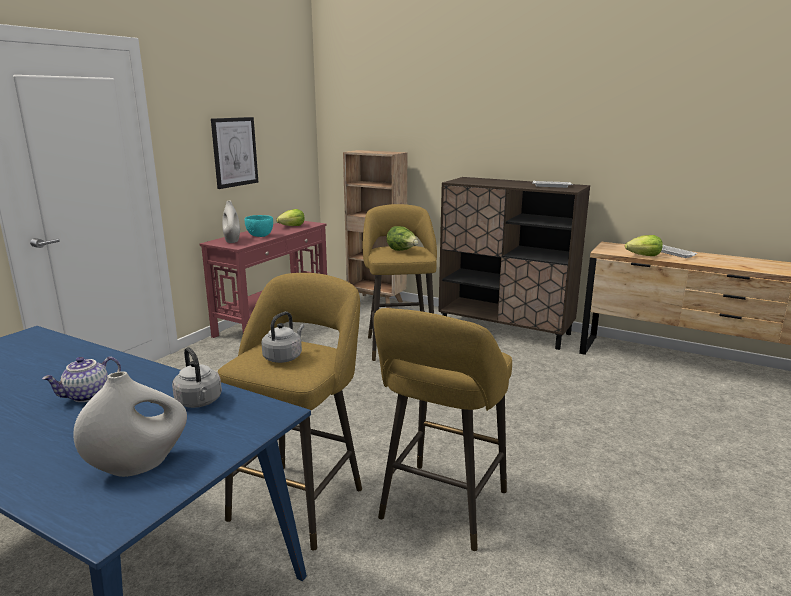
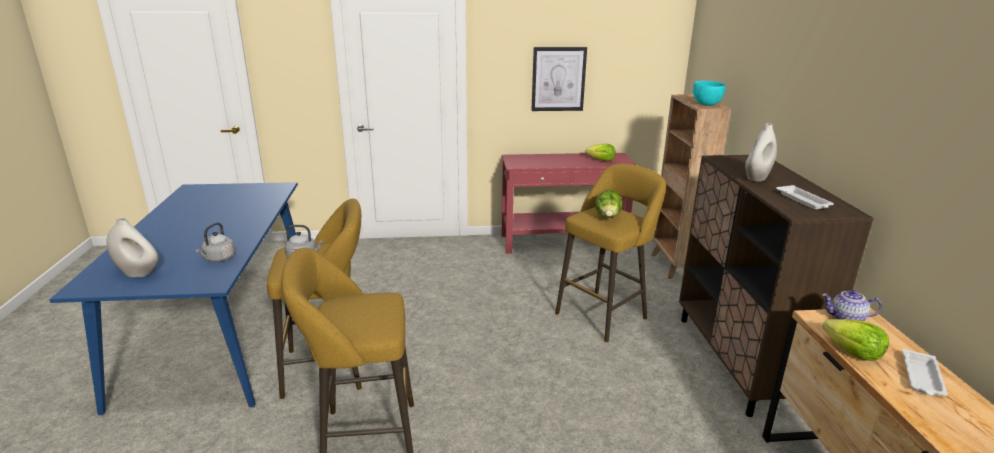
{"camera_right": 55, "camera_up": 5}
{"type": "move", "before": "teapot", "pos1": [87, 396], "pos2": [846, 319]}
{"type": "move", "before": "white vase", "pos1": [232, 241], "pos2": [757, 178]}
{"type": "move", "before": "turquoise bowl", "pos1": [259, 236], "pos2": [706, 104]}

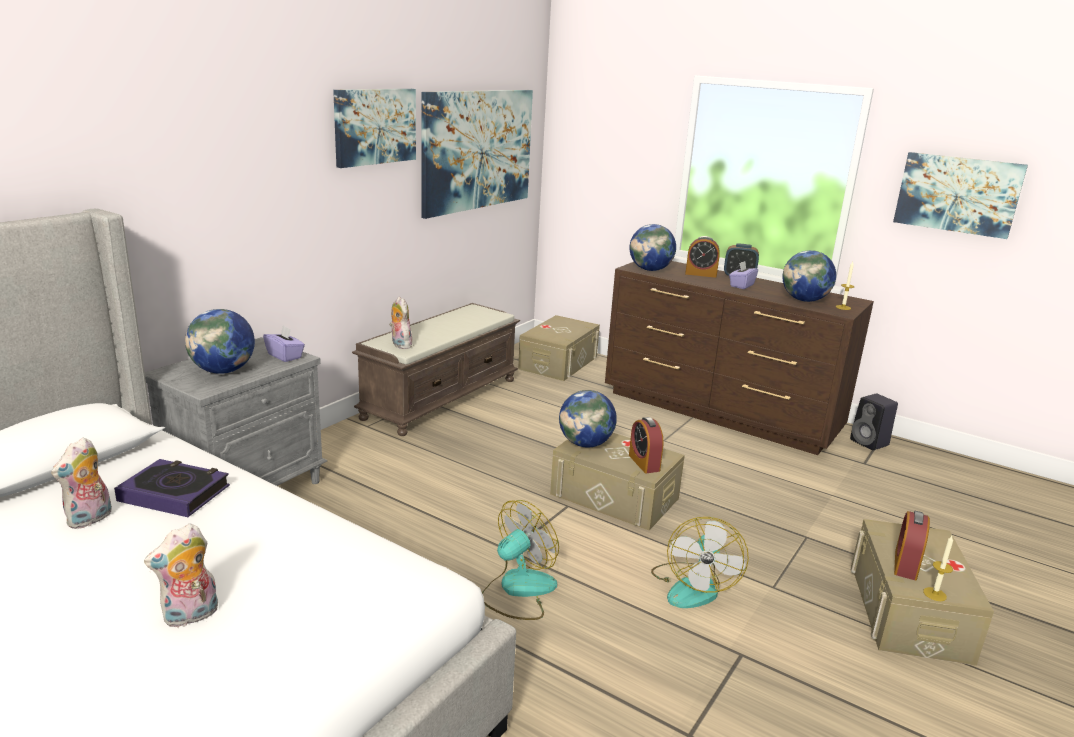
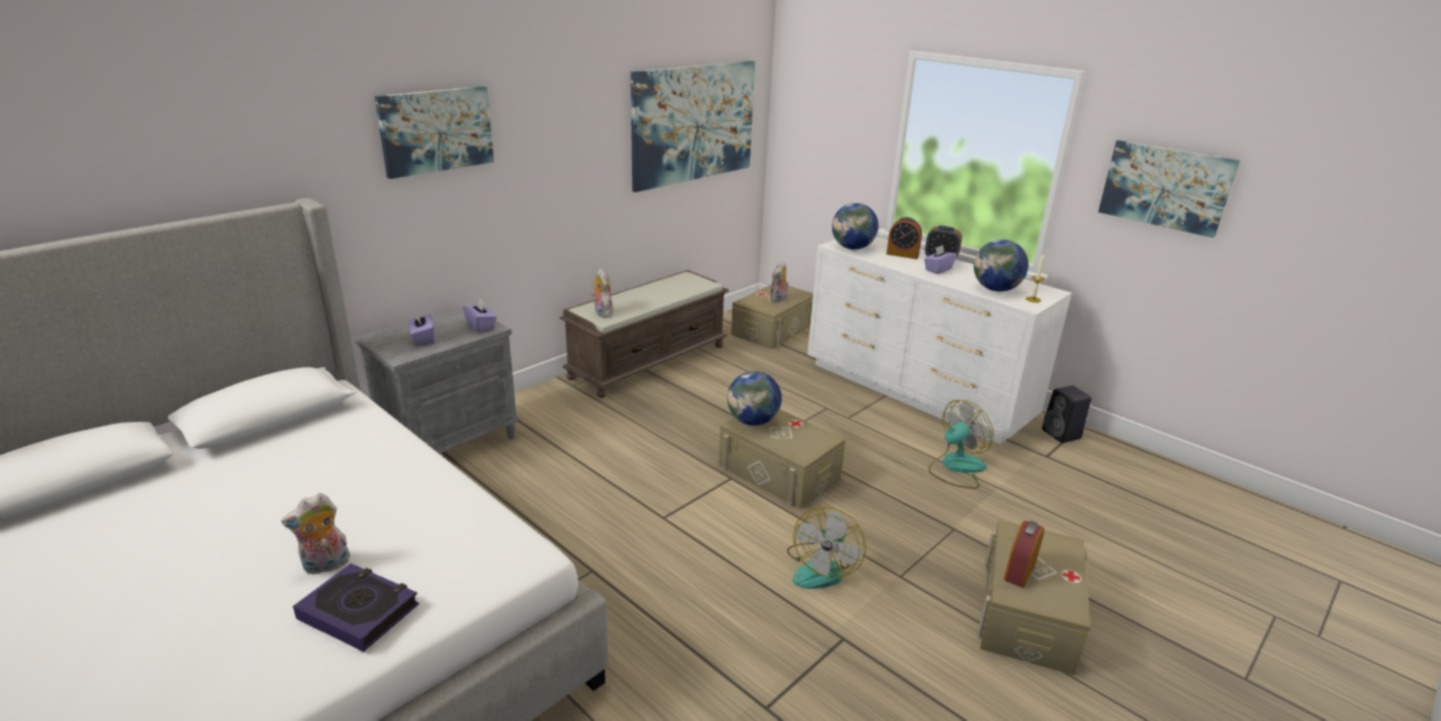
{"camera_right": 10, "camera_up": 5}
{"type": "move", "before": "plush toy", "pos1": [90, 519], "pos2": [779, 300]}
{"type": "move", "before": "book", "pos1": [174, 493], "pos2": [359, 611]}
{"type": "replace", "before": "globe", "after": "purple tissue box", "pos1": [223, 371], "pos2": [423, 339]}
{"type": "move", "before": "picture", "pos1": [375, 126], "pos2": [436, 130]}
{"type": "move", "before": "fan", "pos1": [518, 590], "pos2": [956, 468]}
{"type": "recolor", "before": "brown dresser", "after": "white dresser", "pos1": [720, 412], "pos2": [917, 392]}
{"type": "delete", "before": "alarm clock", "pos1": [644, 463]}
{"type": "delete", "before": "candle", "pos1": [934, 594]}

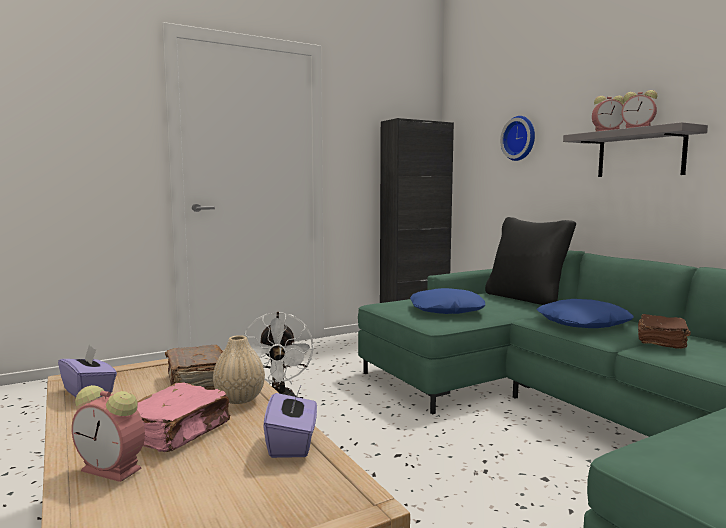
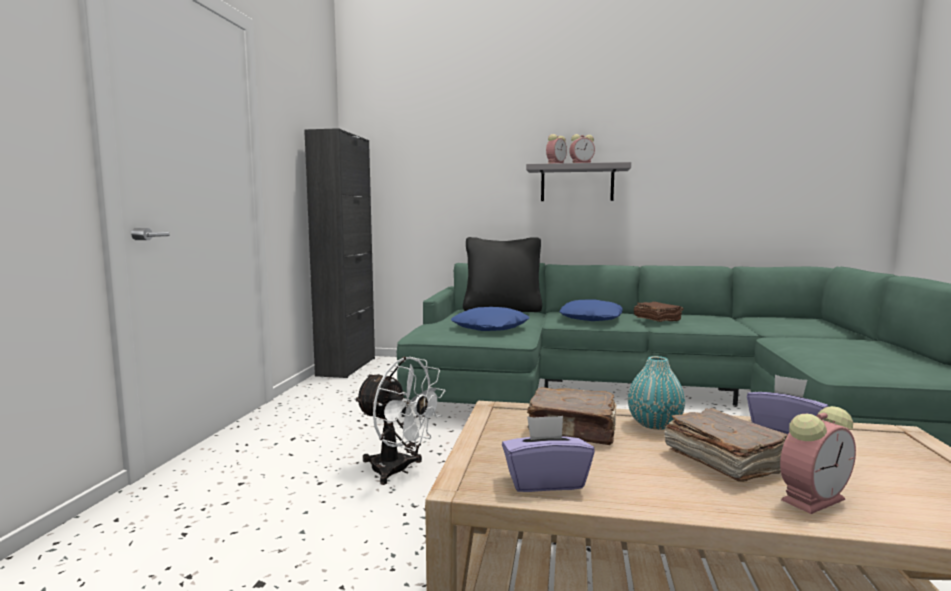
{"camera_right": -50, "camera_up": 0}
{"type": "recolor", "before": "pink book", "after": "brown book", "pos1": [179, 432], "pos2": [723, 461]}
{"type": "recolor", "before": "beige vase", "after": "turquoise vase", "pos1": [240, 398], "pos2": [654, 424]}
{"type": "delete", "before": "wall clock", "pos1": [520, 138]}

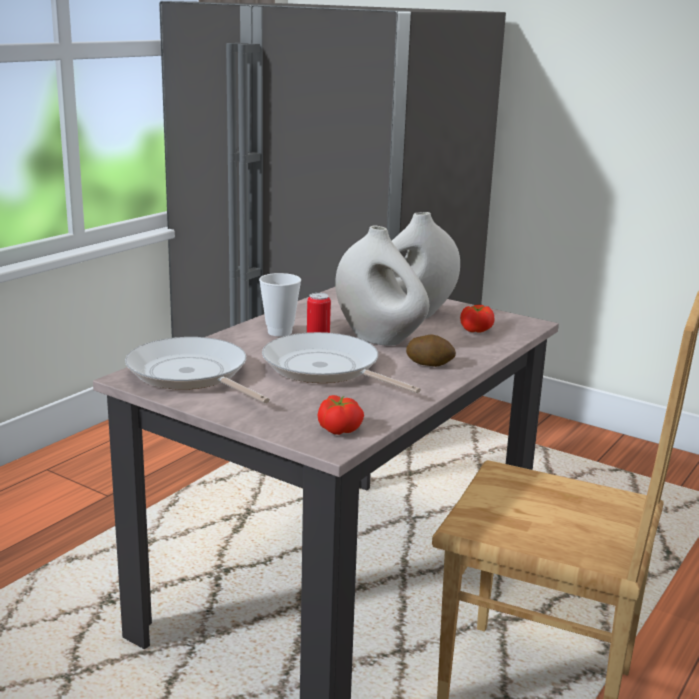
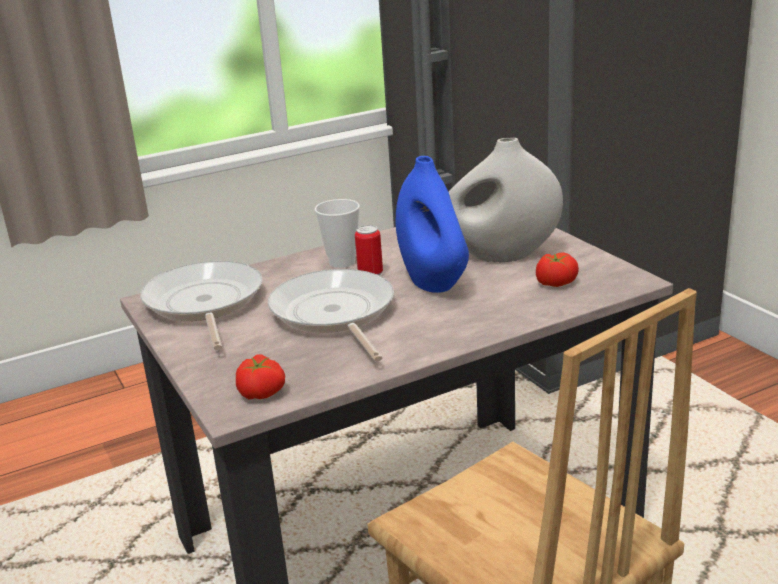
{"camera_right": 30, "camera_up": 5}
{"type": "recolor", "before": "white vase", "after": "blue vase", "pos1": [379, 338], "pos2": [433, 282]}
{"type": "delete", "before": "potato", "pos1": [430, 364]}

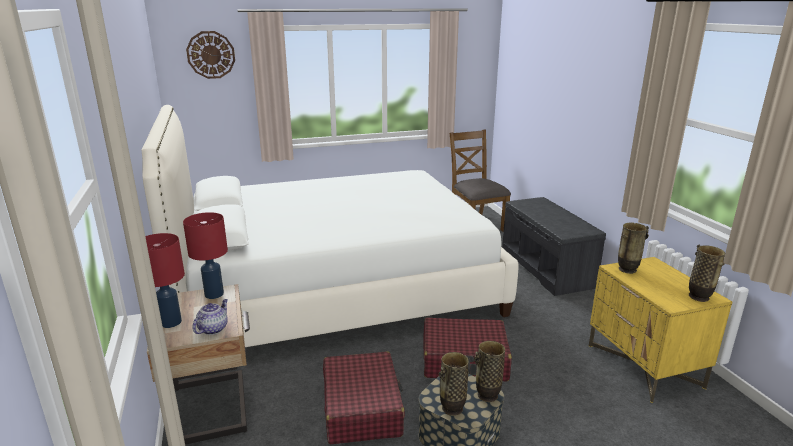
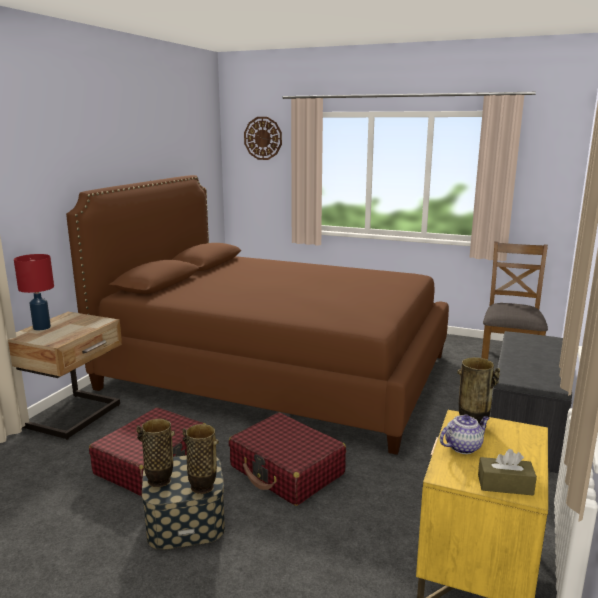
{"camera_right": 40, "camera_up": -5}
{"type": "recolor", "before": "white bed", "after": "brown bed", "pos1": [334, 288], "pos2": [276, 371]}
{"type": "delete", "before": "red table lamp", "pos1": [215, 294]}
{"type": "move", "before": "teapot", "pos1": [213, 328], "pos2": [463, 447]}
{"type": "replace", "before": "vase", "after": "brown tissue box", "pos1": [699, 297], "pos2": [505, 485]}

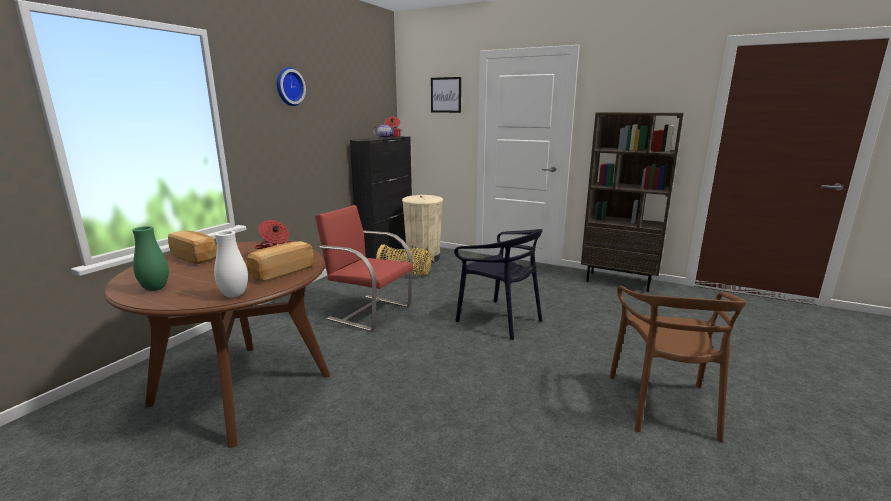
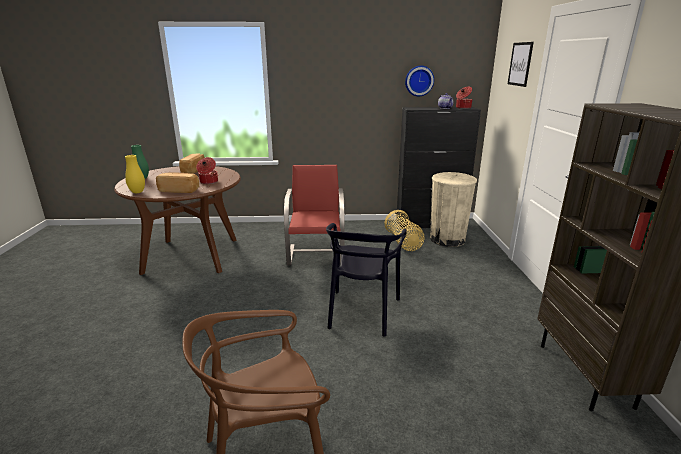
{"camera_right": 60, "camera_up": 5}
{"type": "recolor", "before": "white vase", "after": "yellow vase", "pos1": [234, 295], "pos2": [137, 192]}
{"type": "move", "before": "wall clock", "pos1": [288, 86], "pos2": [419, 81]}

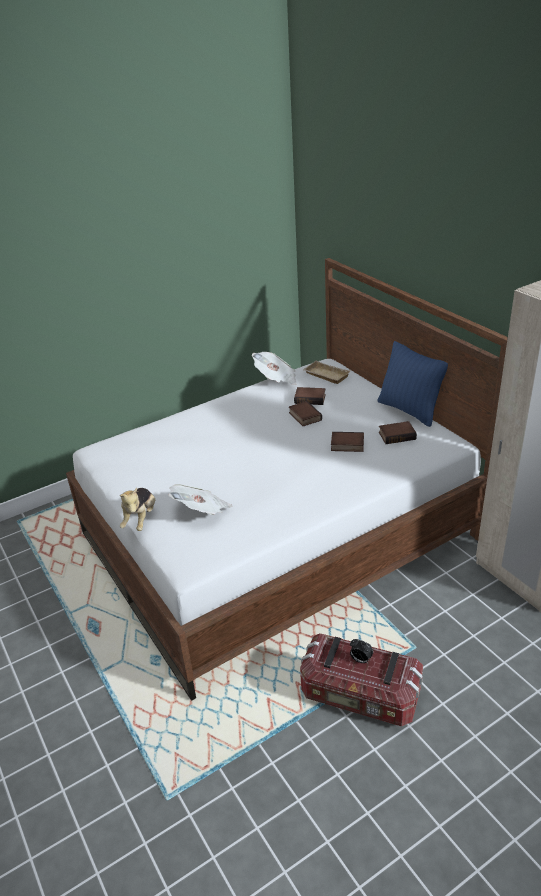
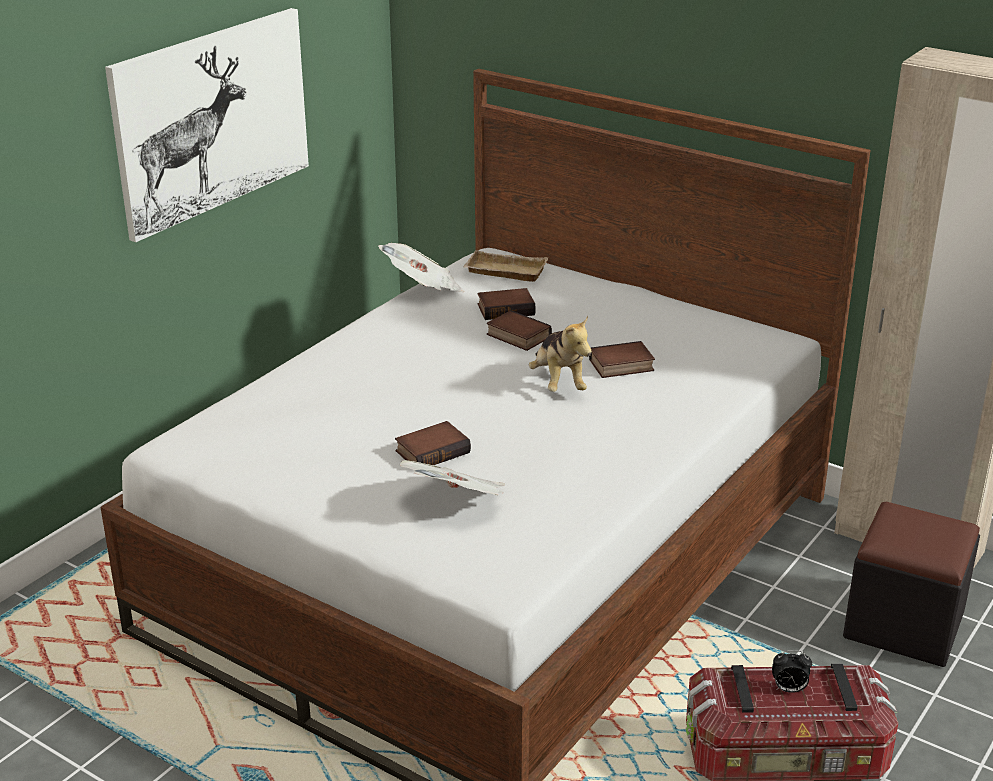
{"camera_right": -25, "camera_up": -5}
{"type": "move", "before": "plush toy", "pos1": [140, 519], "pos2": [558, 383]}
{"type": "delete", "before": "blue pillow", "pos1": [409, 410]}
{"type": "move", "before": "book", "pos1": [397, 435], "pos2": [432, 451]}
{"type": "insert", "after": "picture", "pos2": [212, 120]}
{"type": "insert", "after": "black ottoman", "pos2": [904, 624]}

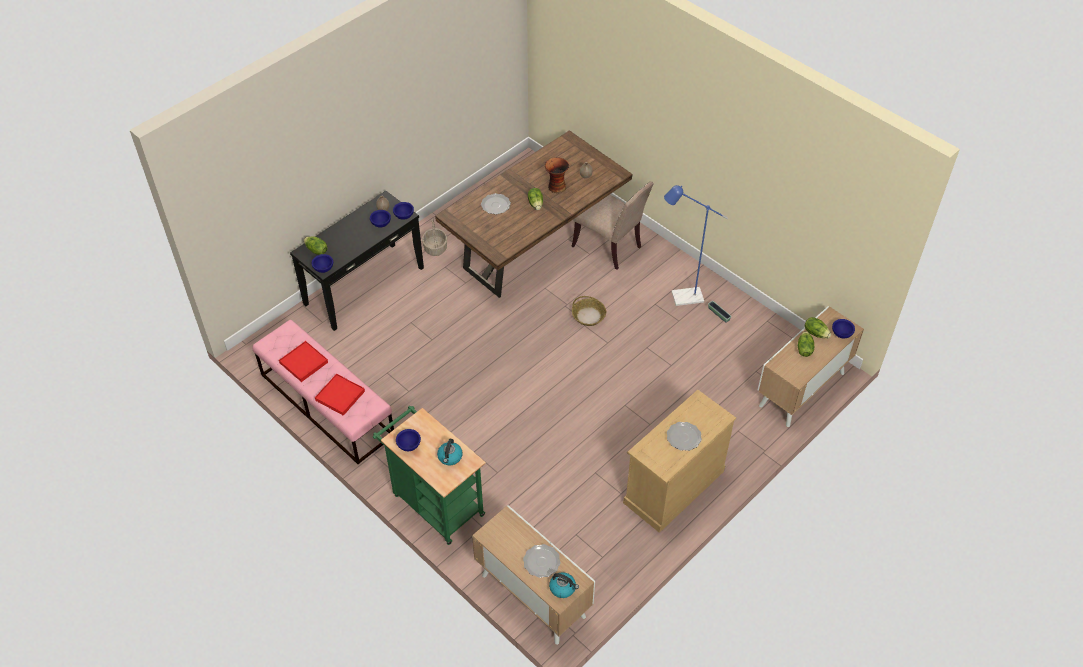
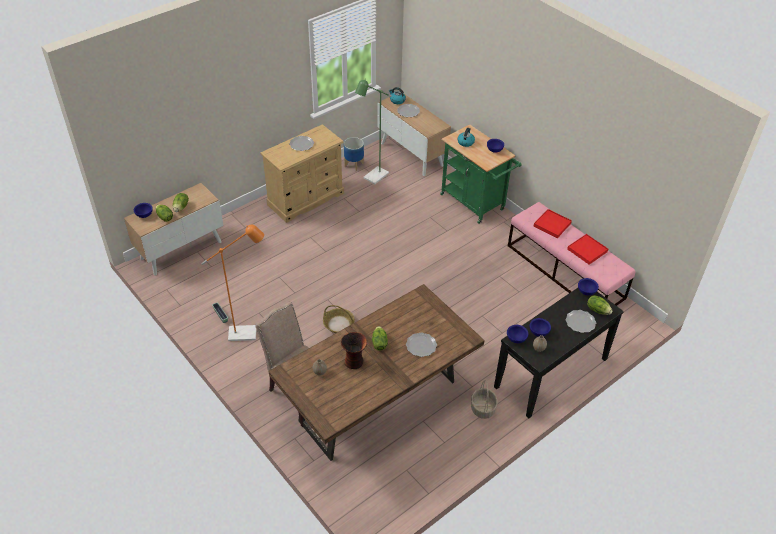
{"camera_right": -175, "camera_up": -5}
{"type": "recolor", "before": "blue floor lamp", "after": "orange floor lamp", "pos1": [681, 298], "pos2": [248, 333]}
{"type": "insert", "after": "planter", "pos2": [354, 165]}
{"type": "insert", "after": "green floor lamp", "pos2": [373, 178]}
{"type": "insert", "after": "plate", "pos2": [580, 322]}

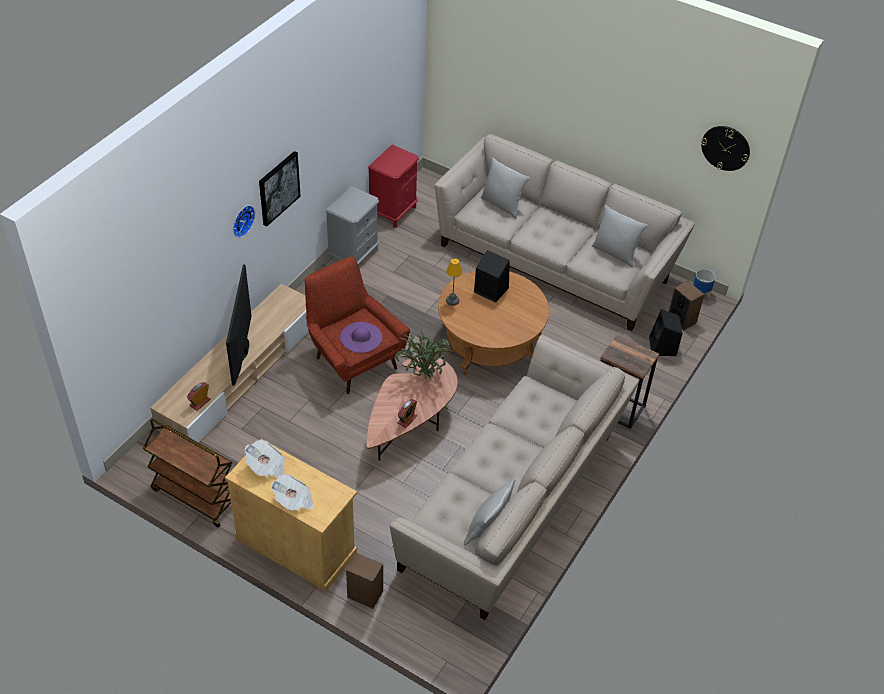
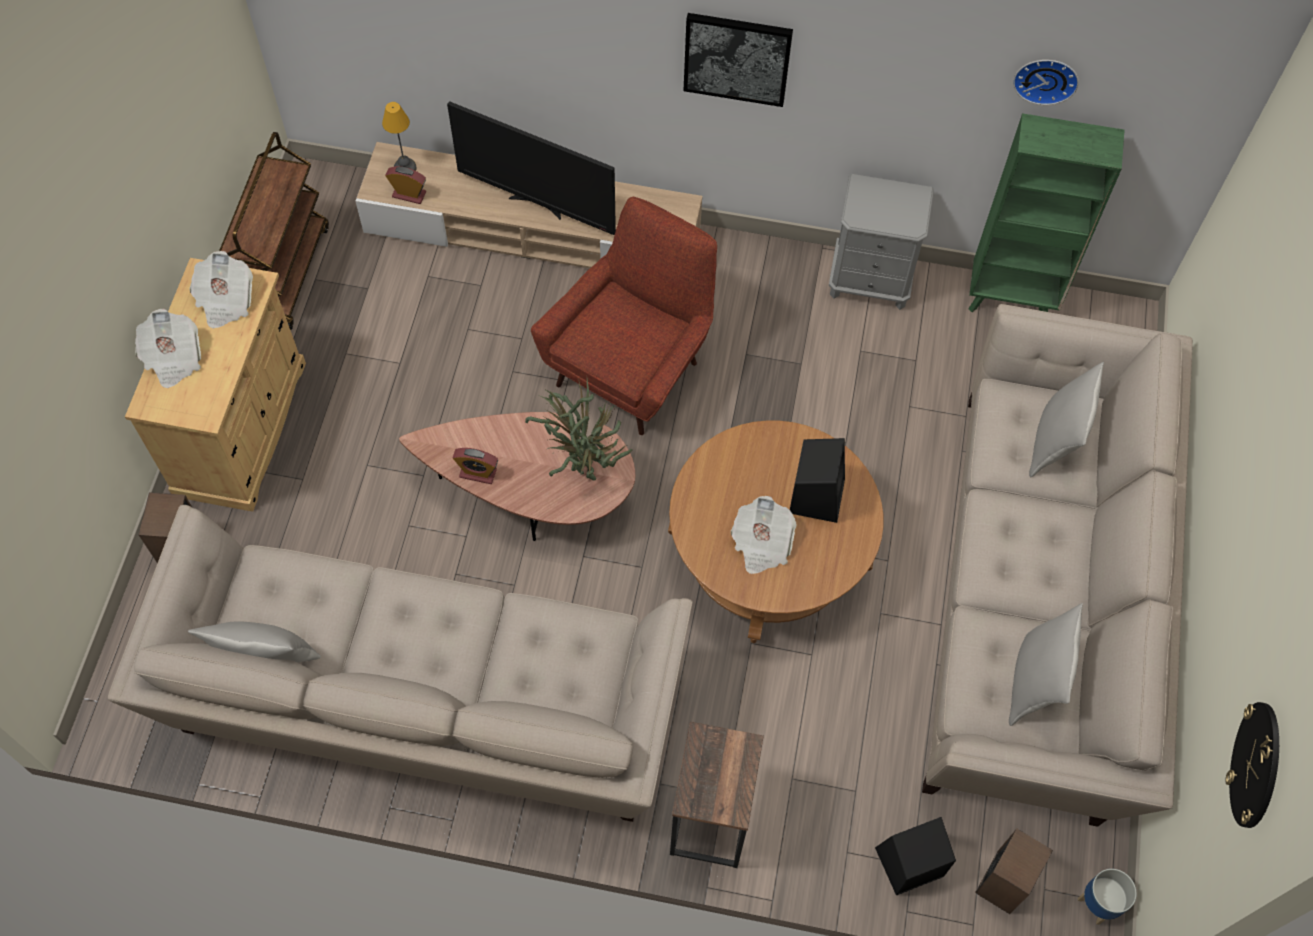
{"camera_right": 70, "camera_up": 15}
{"type": "rotate", "before": "television", "pos1": [244, 349], "pos2": [538, 204], "turn": -135}
{"type": "move", "before": "wall clock", "pos1": [241, 220], "pos2": [1046, 78]}
{"type": "delete", "before": "purple hat", "pos1": [361, 337]}
{"type": "replace", "before": "red nightstand", "after": "green bookcase", "pos1": [394, 211], "pos2": [1011, 299]}
{"type": "move", "before": "table lamp", "pos1": [452, 300], "pos2": [405, 167]}
{"type": "insert", "after": "newspaper", "pos2": [761, 544]}

